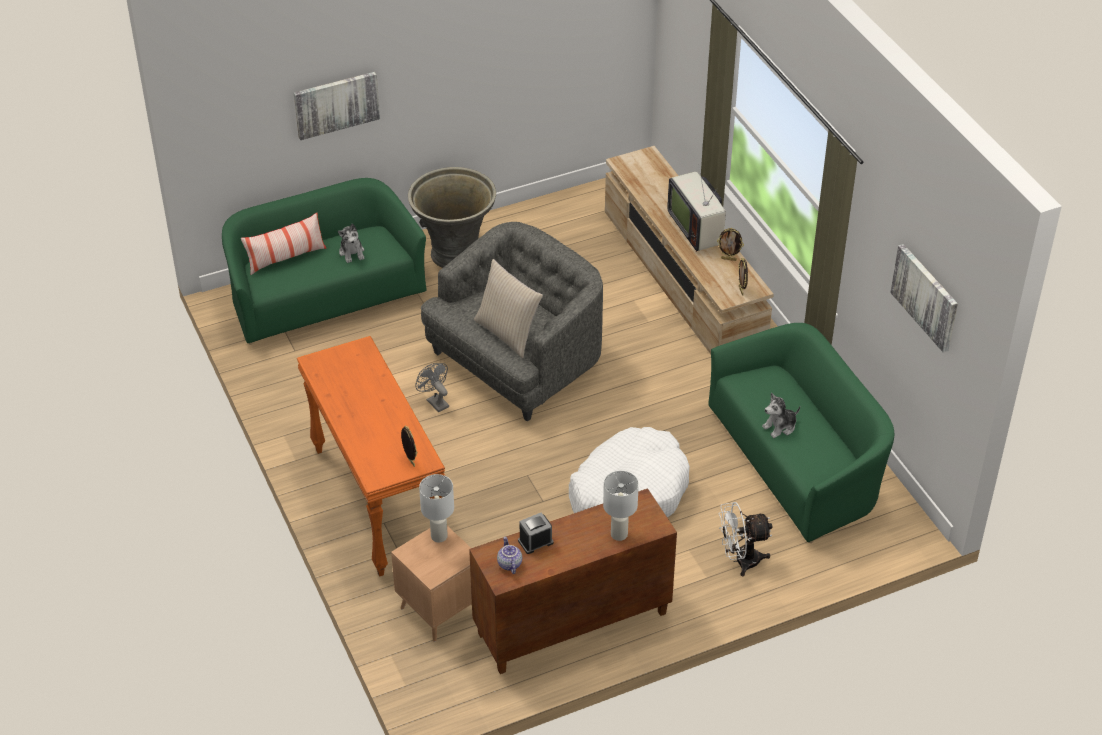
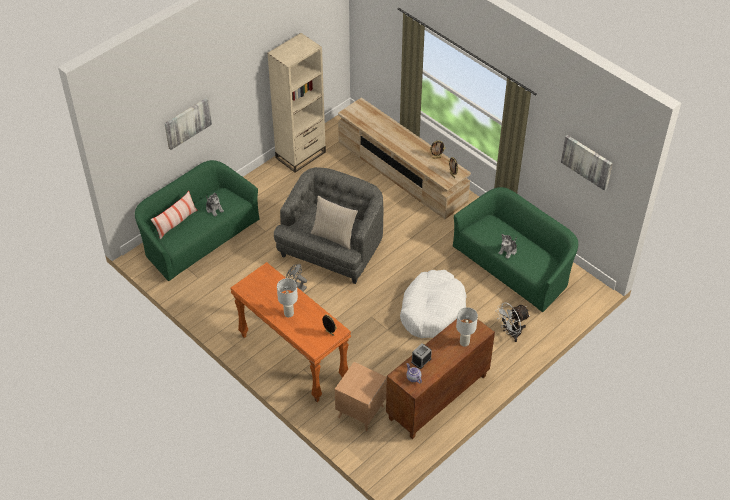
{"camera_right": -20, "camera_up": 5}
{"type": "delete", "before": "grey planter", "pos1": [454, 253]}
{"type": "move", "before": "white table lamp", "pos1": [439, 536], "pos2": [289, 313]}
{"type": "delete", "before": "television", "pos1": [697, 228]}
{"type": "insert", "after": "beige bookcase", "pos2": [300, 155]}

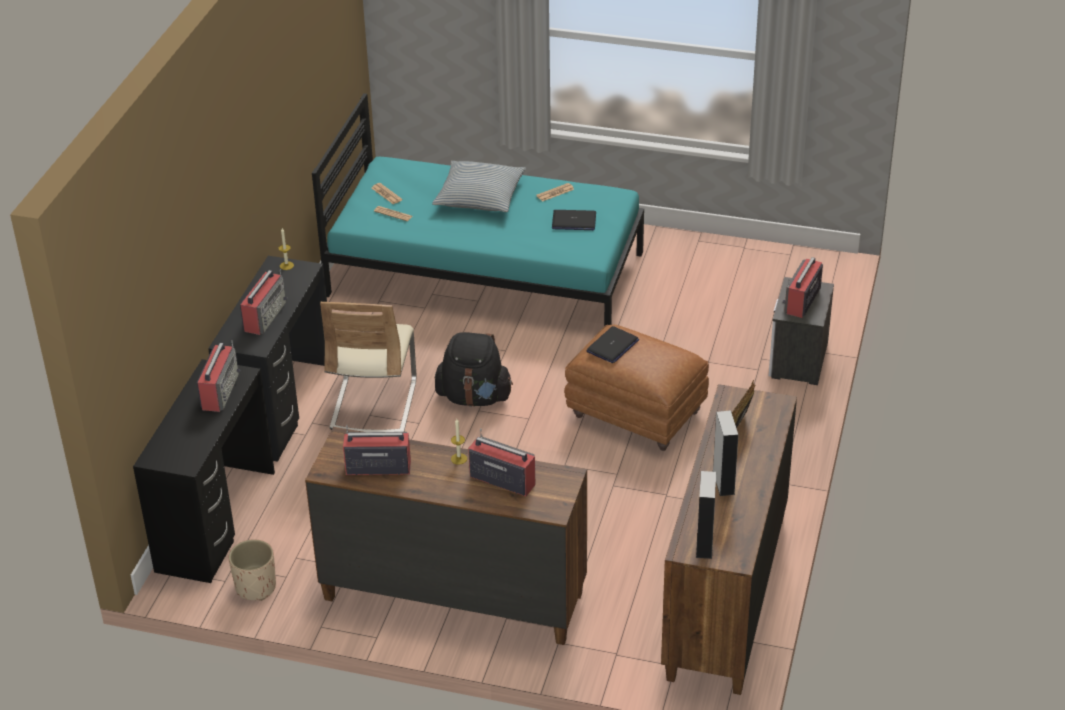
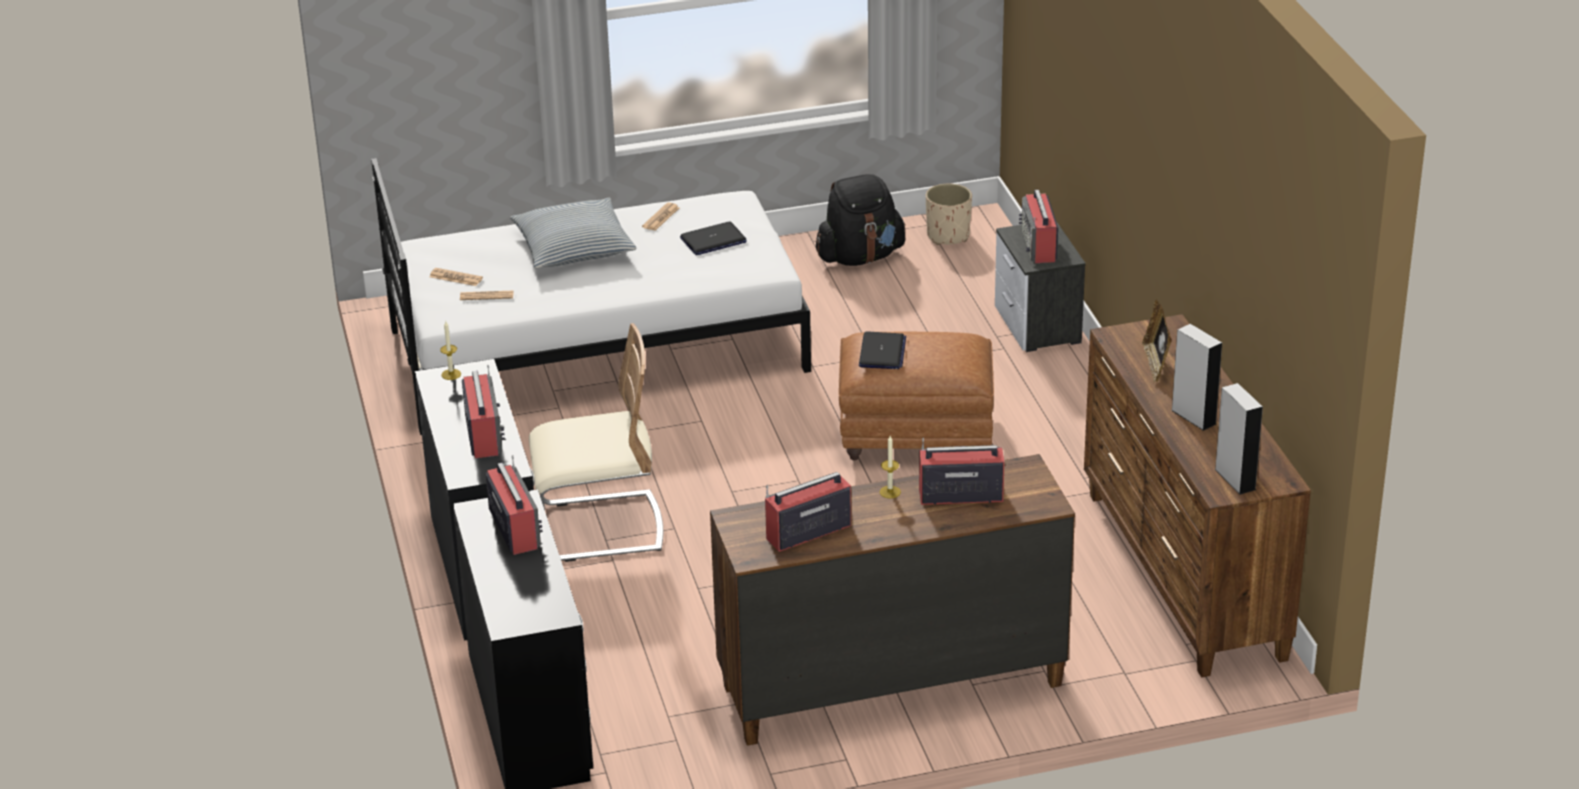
{"camera_right": -30, "camera_up": -5}
{"type": "move", "before": "beige planter", "pos1": [255, 587], "pos2": [948, 236]}
{"type": "recolor", "before": "turquoise bed", "after": "white bed", "pos1": [485, 273], "pos2": [597, 349]}
{"type": "rotate", "before": "beige chair", "pos1": [373, 405], "pos2": [600, 528], "turn": -75}
{"type": "move", "before": "black backpack", "pos1": [474, 397], "pos2": [860, 257]}

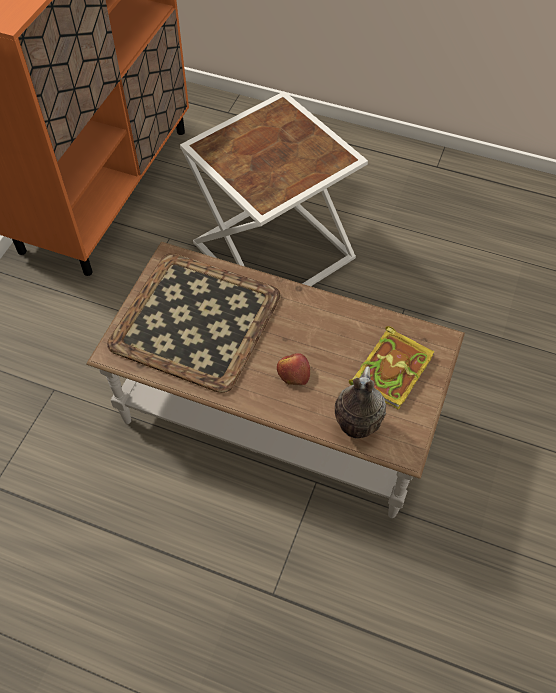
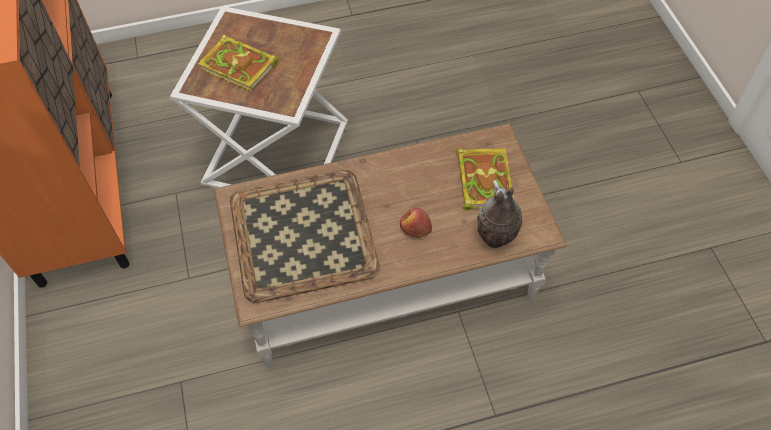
{"camera_right": -35, "camera_up": 0}
{"type": "insert", "after": "book", "pos2": [240, 66]}

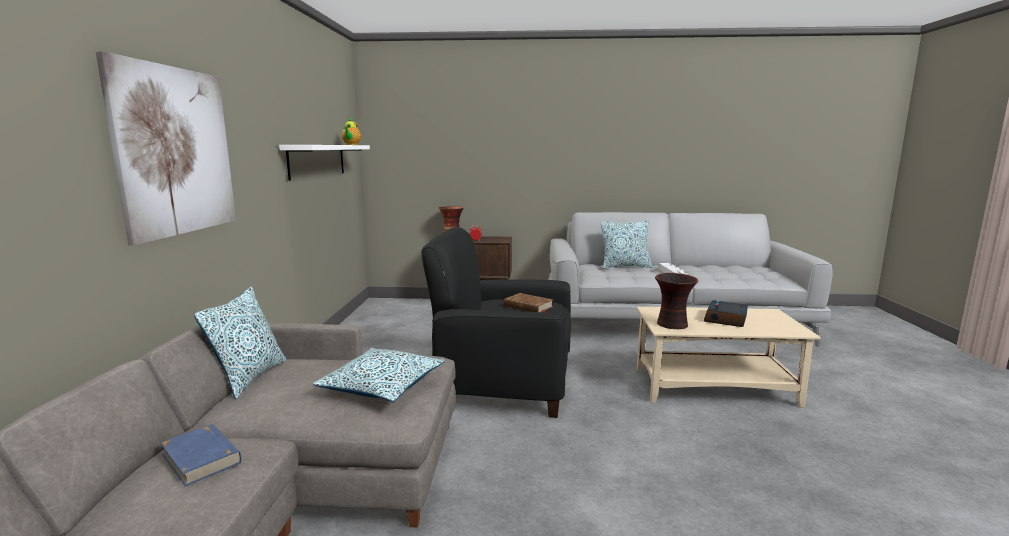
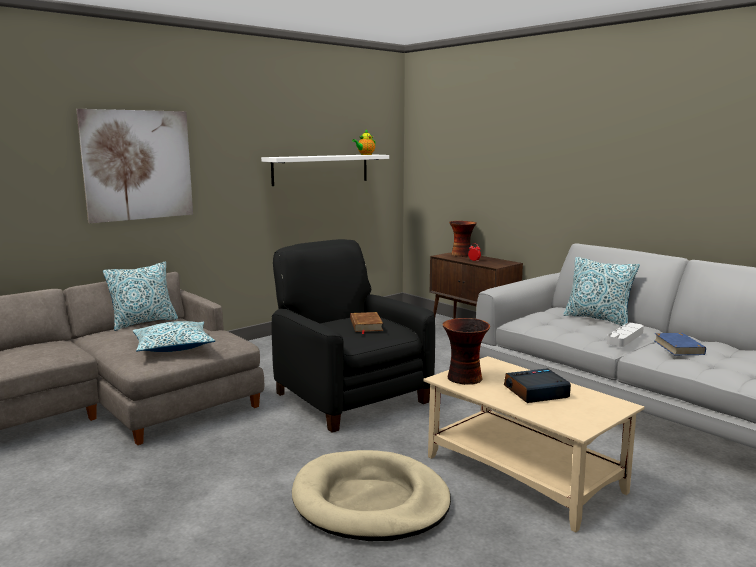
{"camera_right": 45, "camera_up": 0}
{"type": "move", "before": "blue book", "pos1": [201, 458], "pos2": [679, 347]}
{"type": "insert", "after": "beige dog bed", "pos2": [370, 501]}

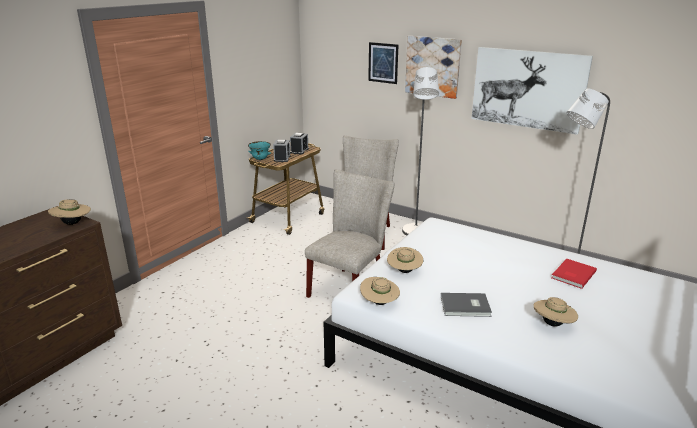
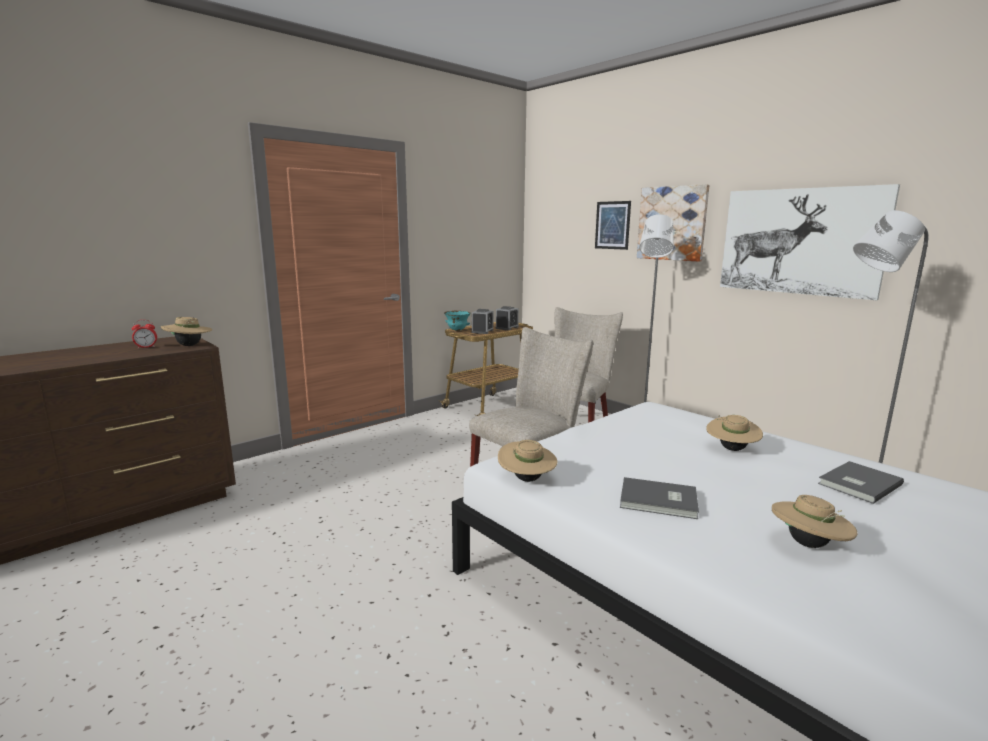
{"camera_right": 15, "camera_up": -10}
{"type": "move", "before": "beige hat", "pos1": [404, 271], "pos2": [731, 449]}
{"type": "recolor", "before": "red book", "after": "grey book", "pos1": [572, 274], "pos2": [857, 484]}
{"type": "insert", "after": "alarm clock", "pos2": [146, 347]}

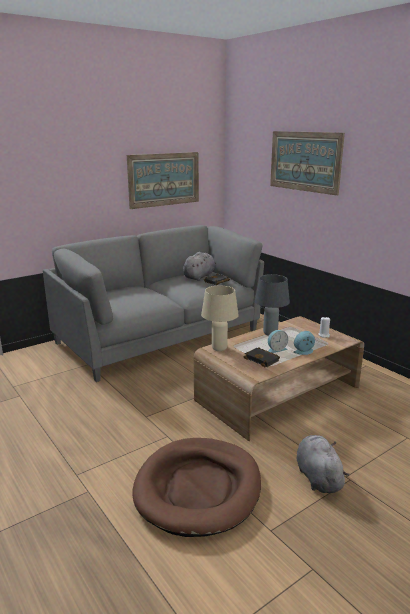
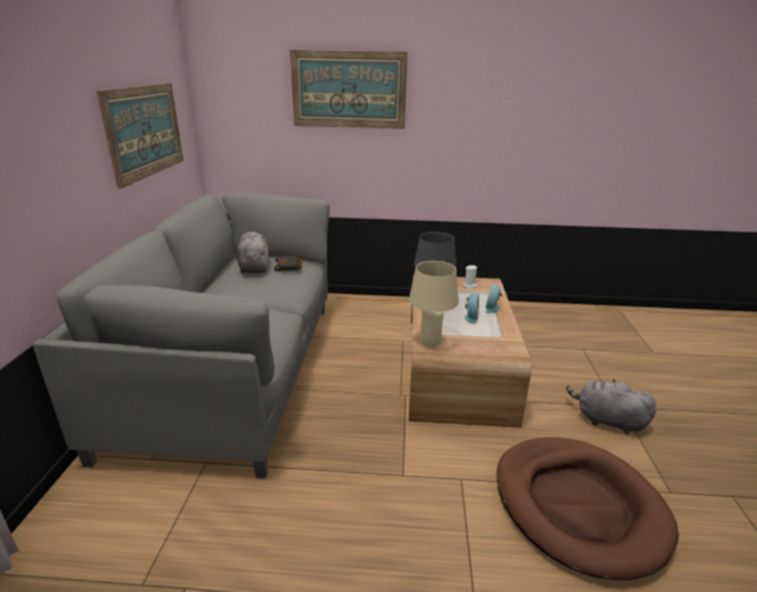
{"camera_right": -50, "camera_up": 5}
{"type": "delete", "before": "black book", "pos1": [263, 359]}

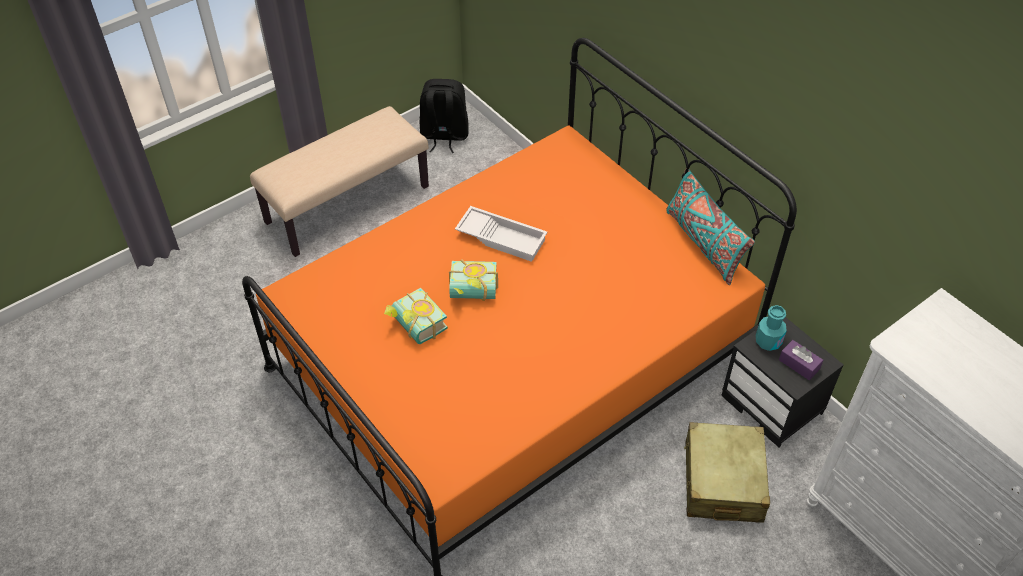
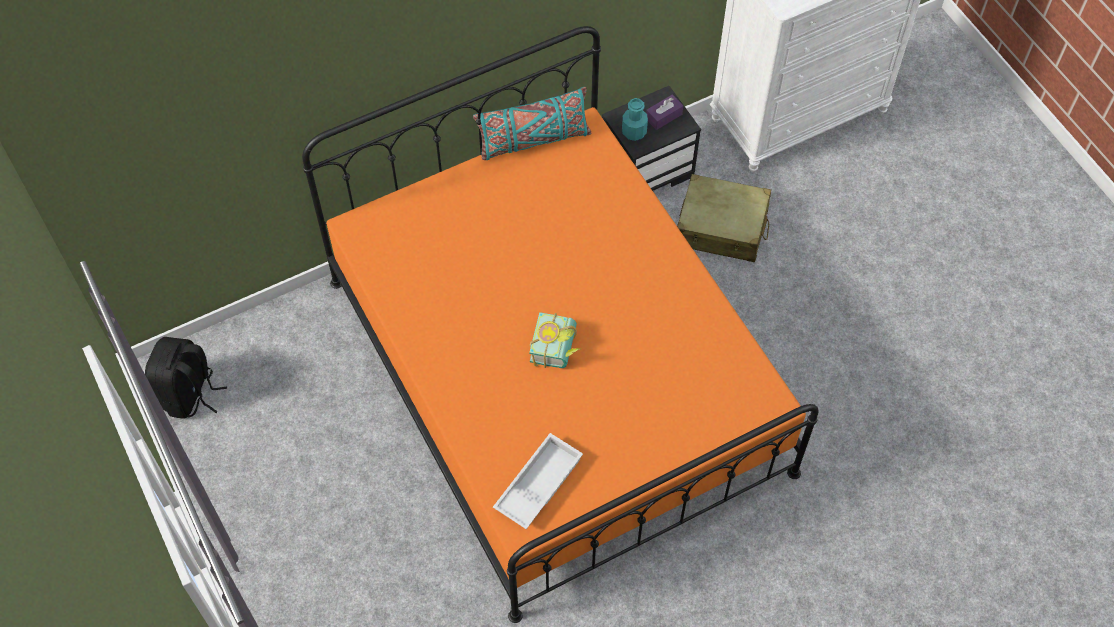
{"camera_right": -80, "camera_up": 10}
{"type": "delete", "before": "beige bench", "pos1": [347, 203]}
{"type": "delete", "before": "book", "pos1": [414, 327]}
{"type": "move", "before": "white tray", "pos1": [502, 237], "pos2": [537, 483]}

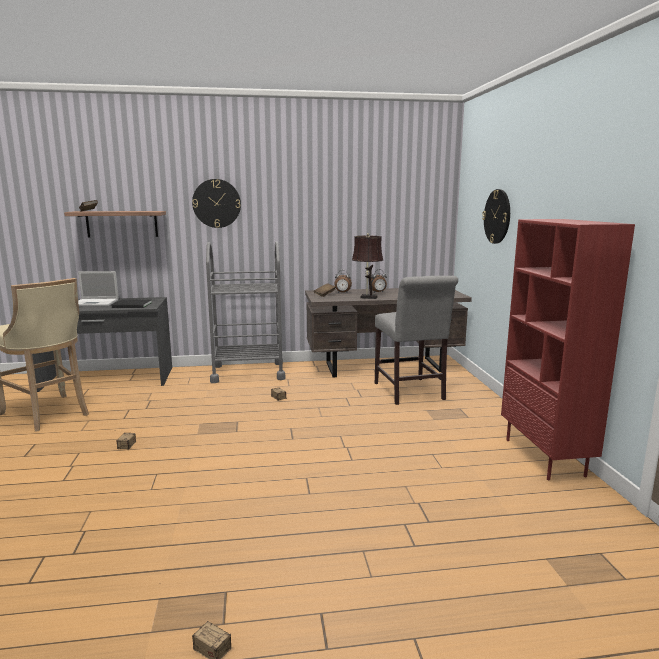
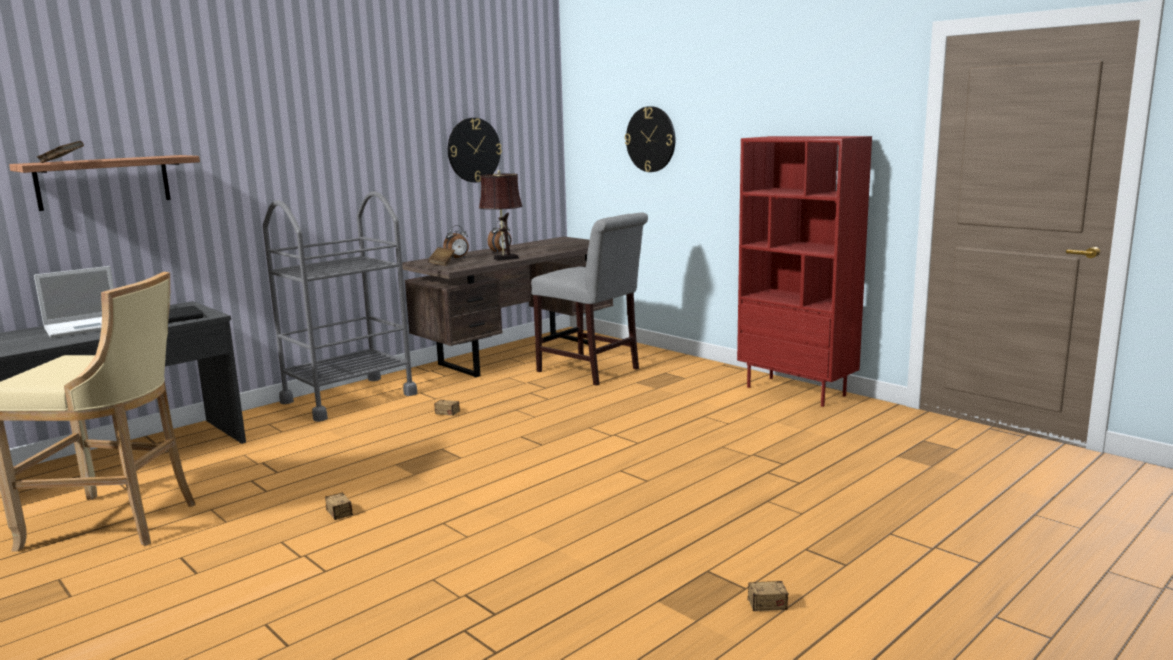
{"camera_right": -35, "camera_up": 0}
{"type": "move", "before": "wall clock", "pos1": [216, 203], "pos2": [473, 150]}

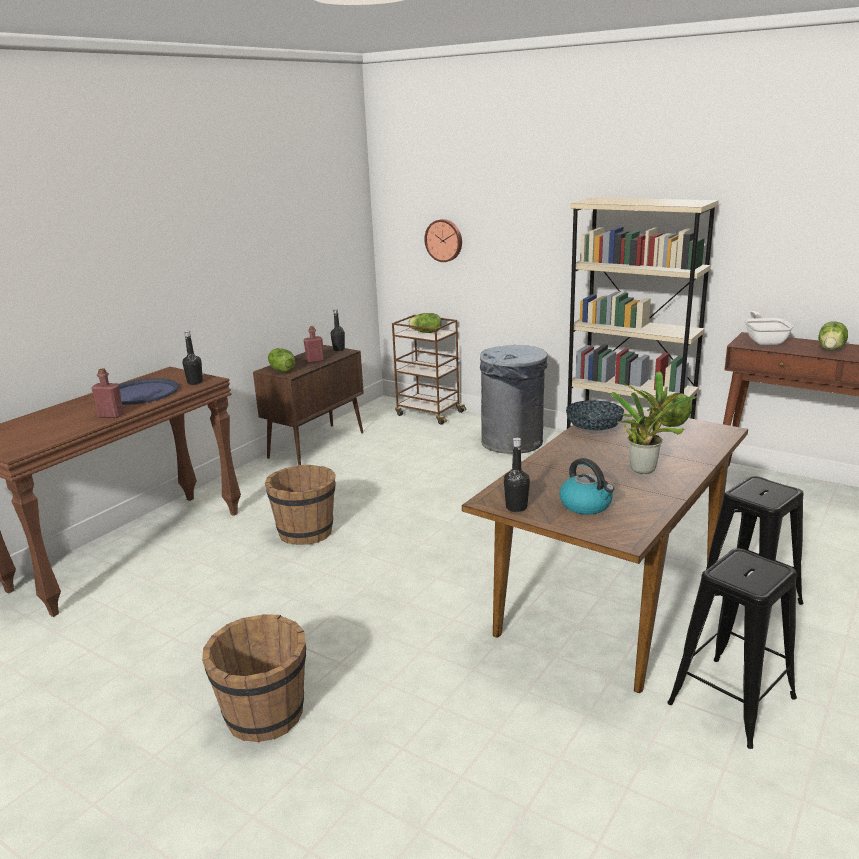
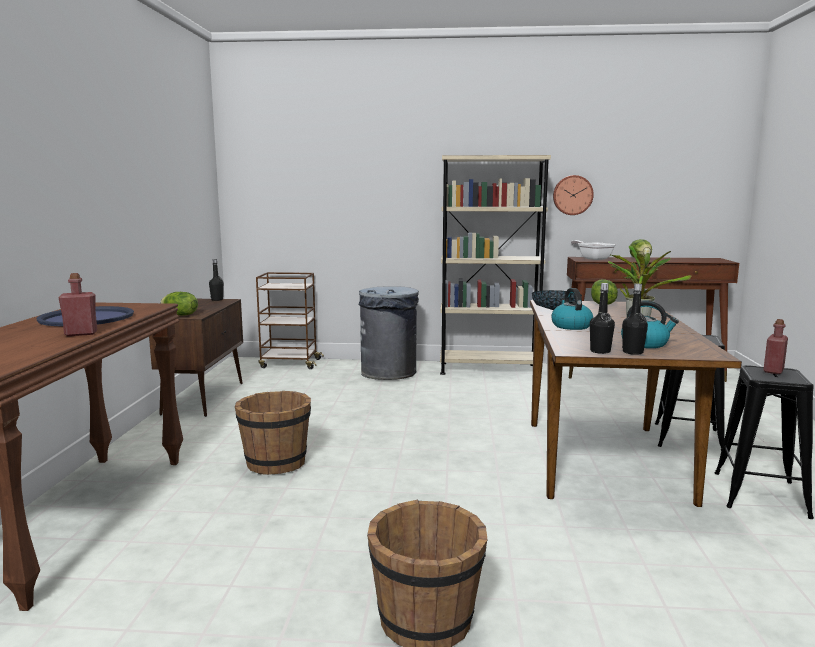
{"camera_right": -30, "camera_up": -10}
{"type": "move", "before": "black bottle", "pos1": [195, 382], "pos2": [632, 352]}
{"type": "move", "before": "red bottle", "pos1": [315, 361], "pos2": [773, 371]}
{"type": "delete", "before": "lettuce", "pos1": [426, 332]}
{"type": "move", "before": "wall clock", "pos1": [444, 240], "pos2": [572, 195]}
{"type": "insert", "after": "kettle", "pos2": [571, 326]}

